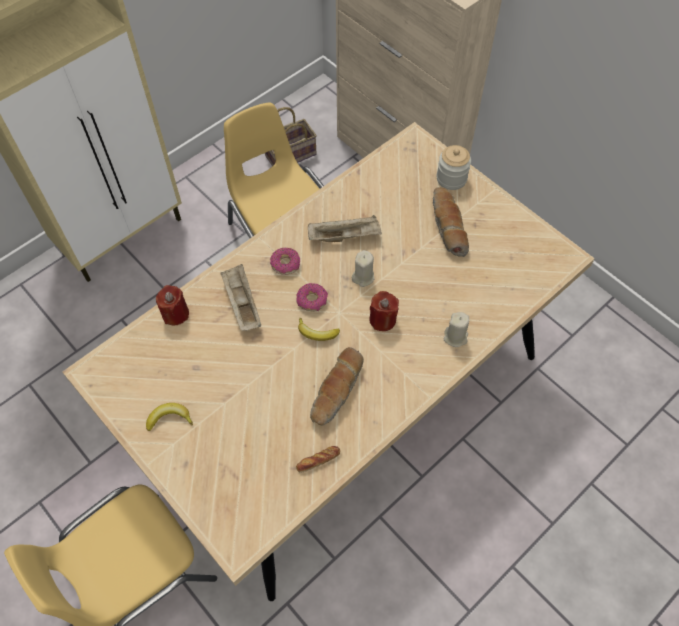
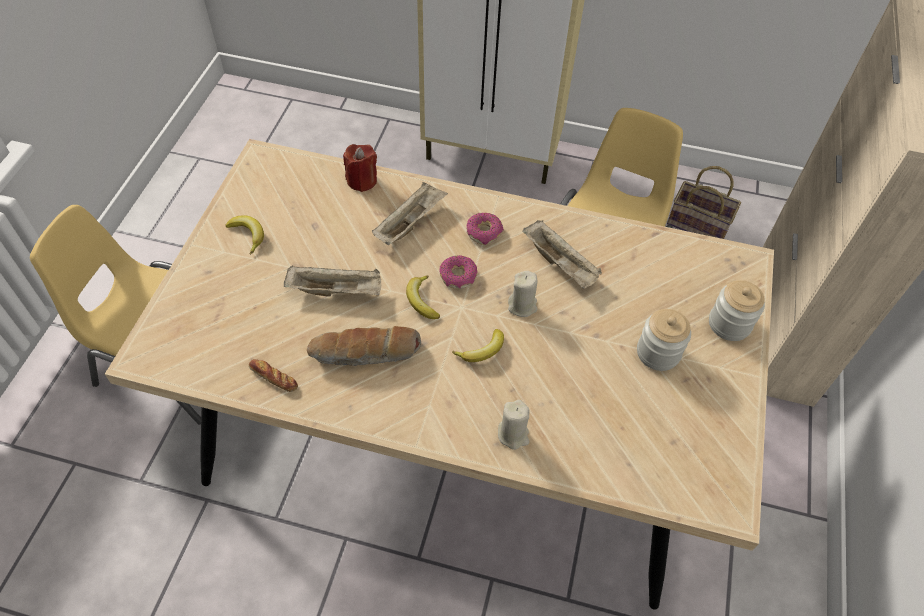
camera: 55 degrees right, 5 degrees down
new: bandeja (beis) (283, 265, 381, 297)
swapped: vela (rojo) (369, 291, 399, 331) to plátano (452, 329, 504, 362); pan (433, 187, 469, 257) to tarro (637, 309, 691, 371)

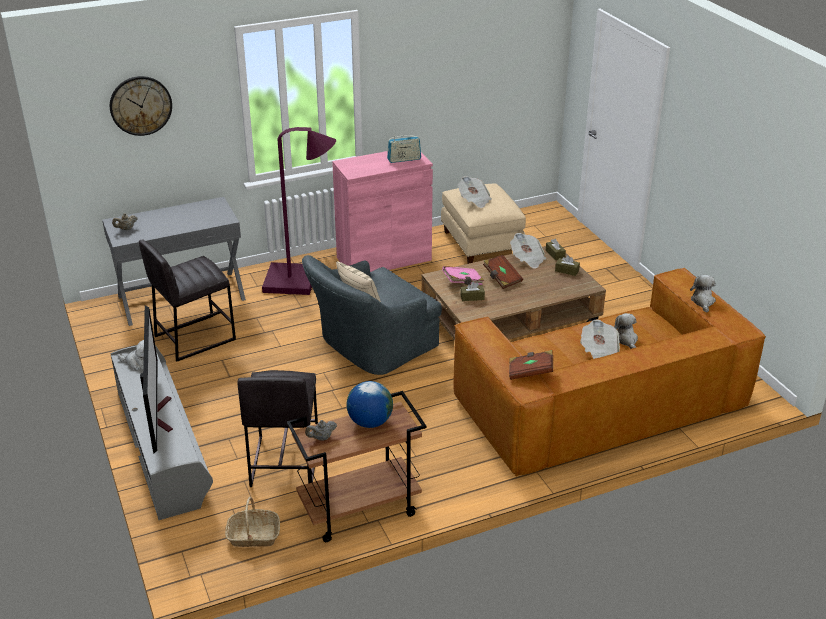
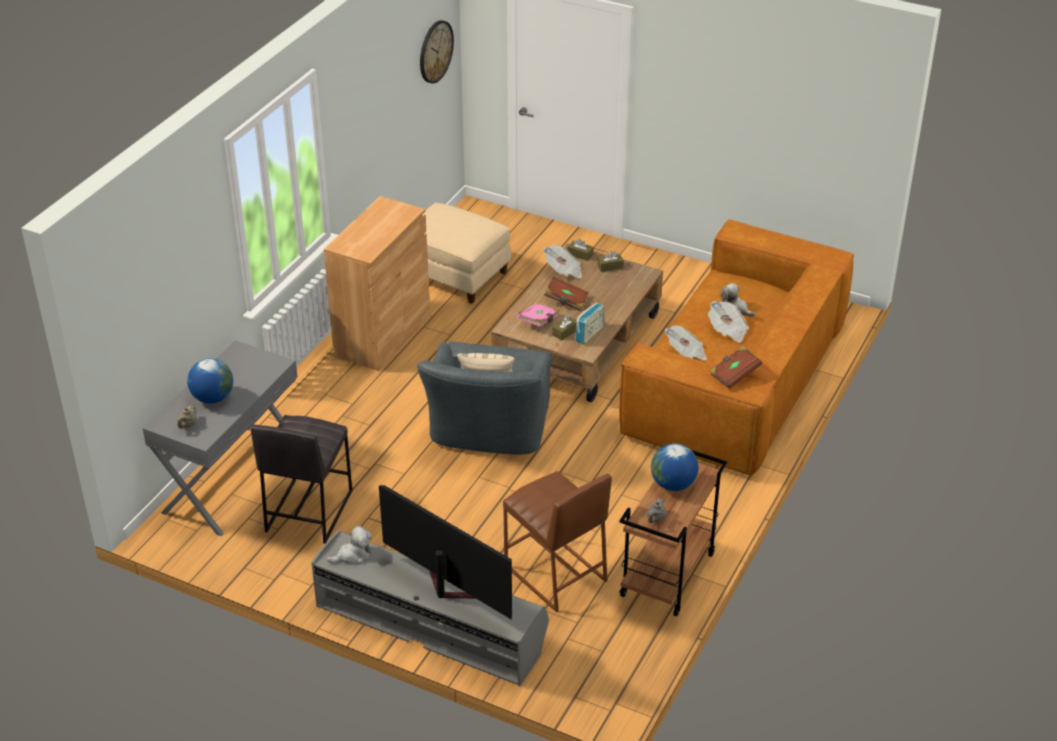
camera: 40 degrees left, 5 degrees up
gone: cesta (225, 497, 280, 547); lámpara de pie (morado) (262, 127, 336, 295); peluche (690, 275, 716, 313)
new: globo terráqueo (187, 358, 233, 404)
shifted: reloj de pared (110, 76, 172, 136) to (420, 20, 454, 83); radio (387, 135, 421, 163) to (575, 303, 605, 344); periódico (458, 176, 492, 208) to (665, 325, 707, 360)
repainted: armario (rosa) (332, 151, 433, 272) to armario (marrón) (324, 196, 430, 371); taburete (gris) (237, 370, 318, 487) to taburete (marrón) (503, 471, 612, 612)

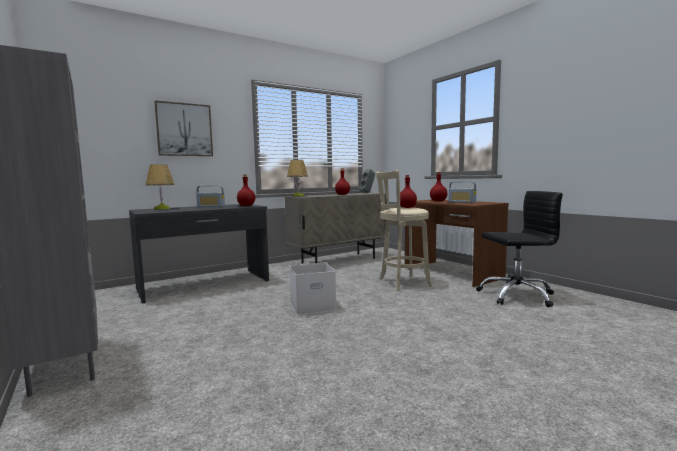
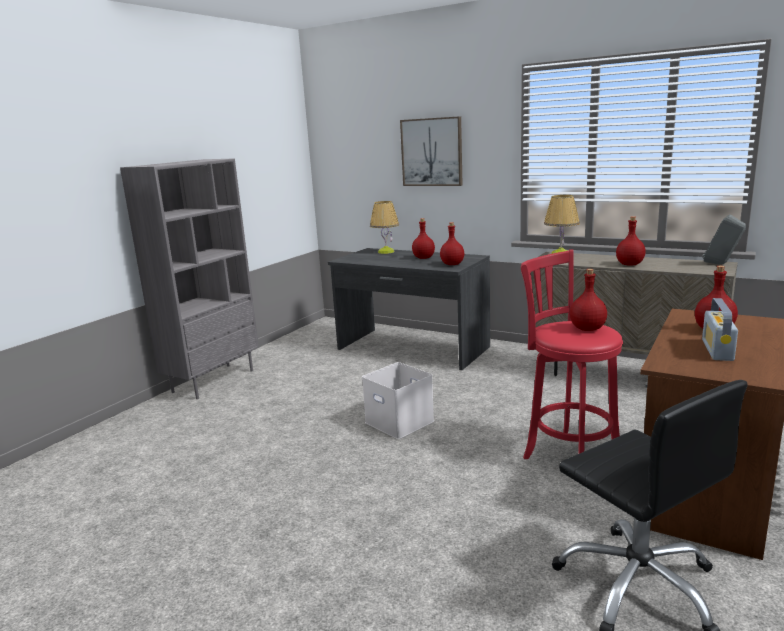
camera: 65 degrees right, 10 degrees up
swapped: radio (196, 186, 225, 207) to botella (rojo) (412, 218, 435, 259)
repainted: taburete (beis) (376, 170, 432, 291) to taburete (rojo) (521, 249, 623, 459)

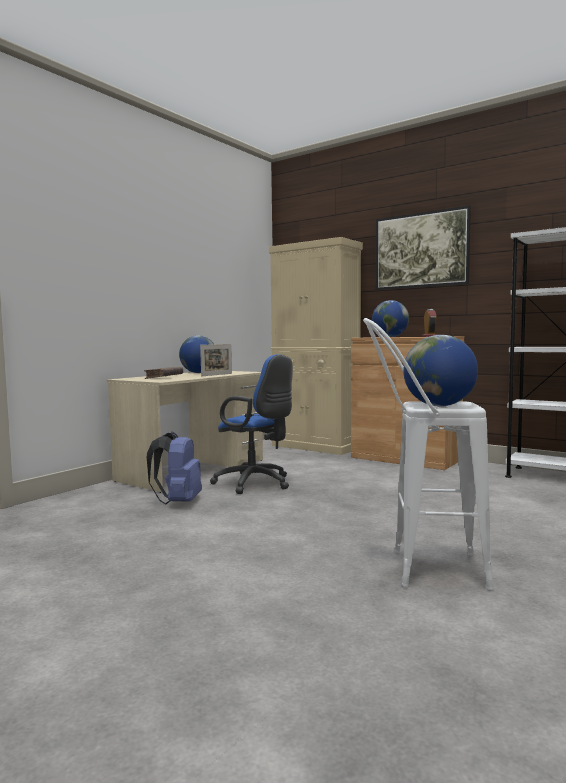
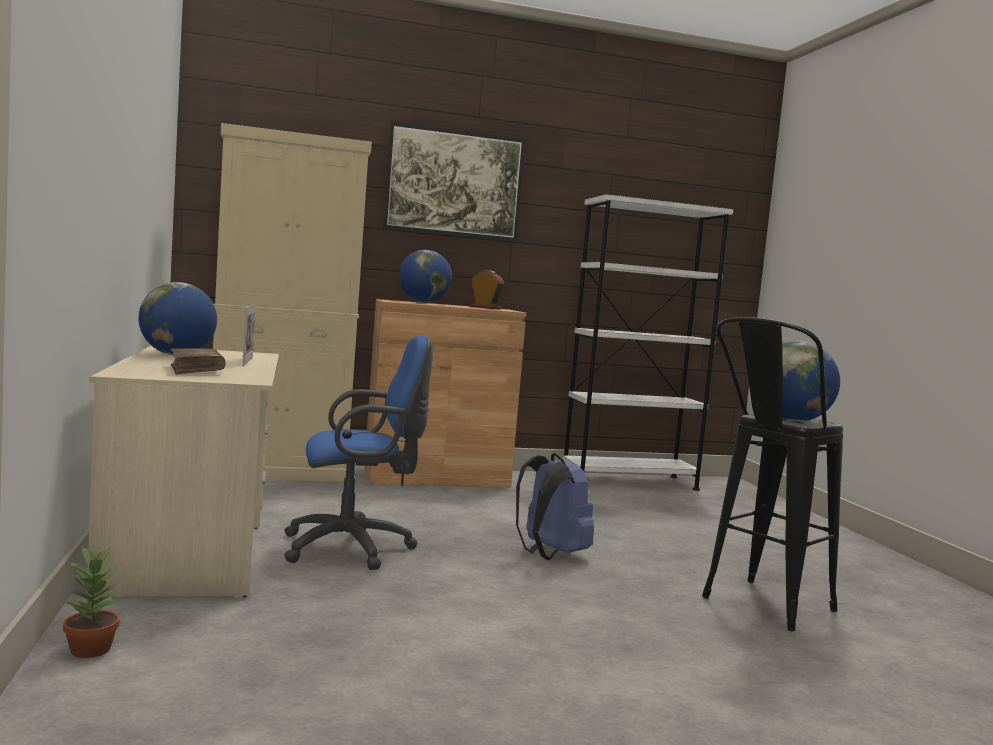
camera: 50 degrees left, 0 degrees up
new: planta en maceta (63, 546, 120, 658)
shifted: mochila (azul) (147, 431, 202, 504) to (516, 453, 594, 560)
repainted: taburete (blanco) (363, 318, 493, 590) to taburete (negro) (702, 317, 843, 631)

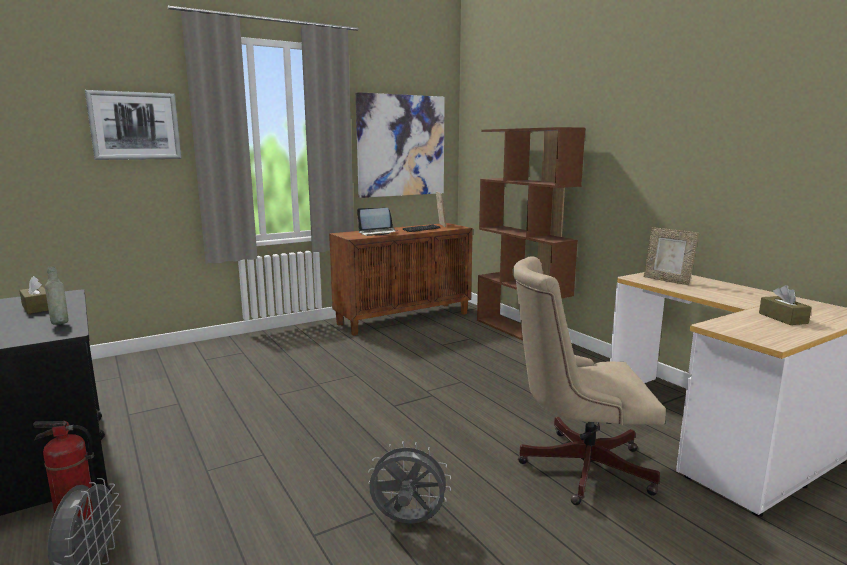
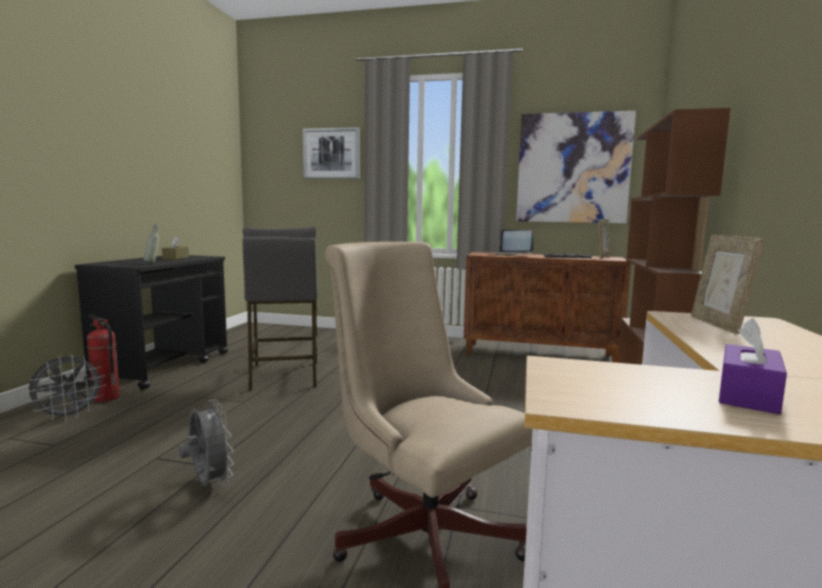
camera: 45 degrees right, 5 degrees down
new: taburete (gris) (242, 226, 318, 391)
repainted: caja de pañuelos (marrón) (759, 285, 812, 325) to caja de pañuelos (morado) (719, 318, 787, 414)

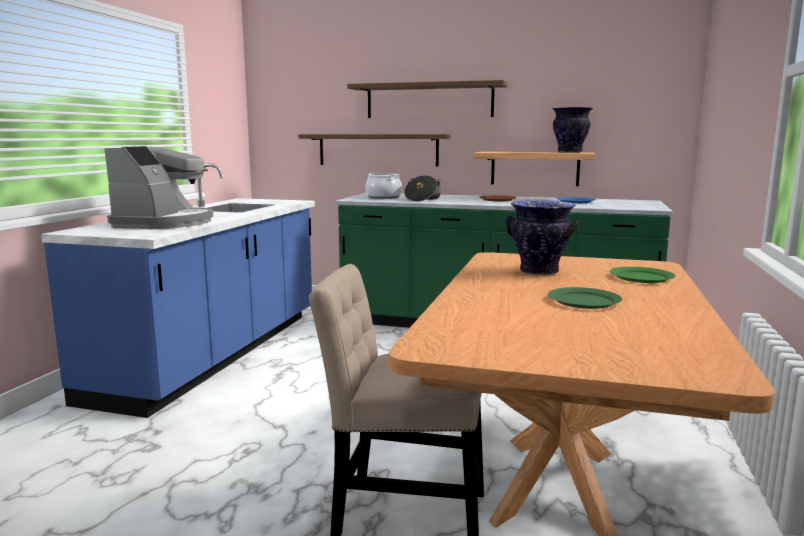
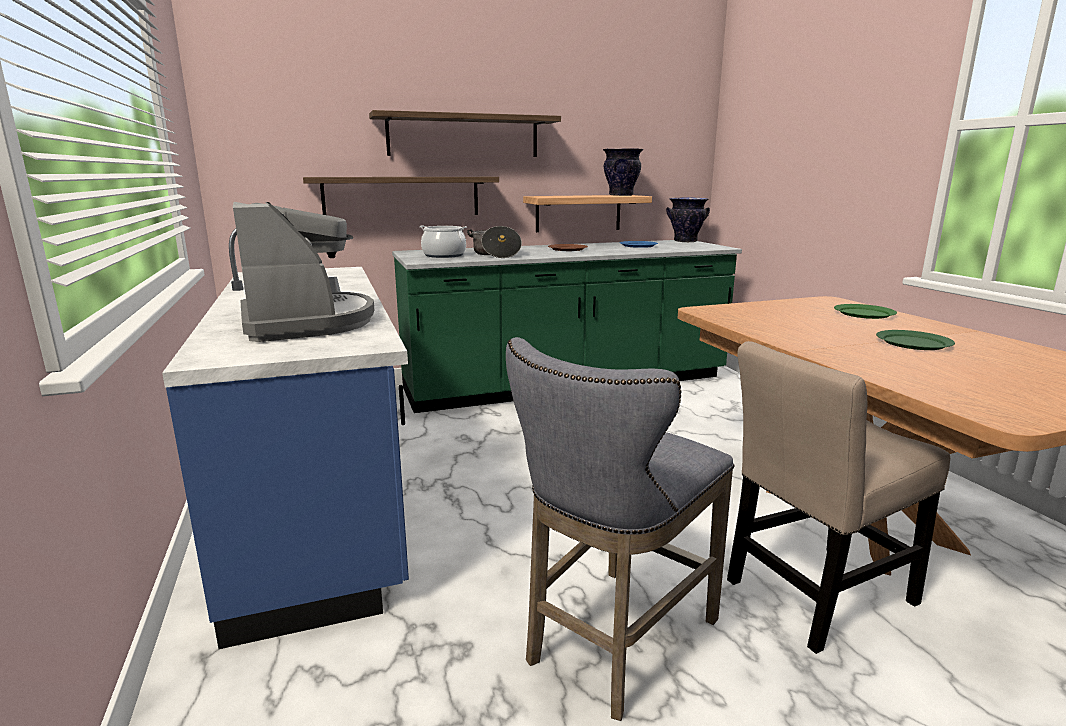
camera: 35 degrees left, 5 degrees up
new: taburete (gris) (506, 337, 735, 721)
shifted: florero (506, 200, 579, 276) to (666, 197, 710, 242)

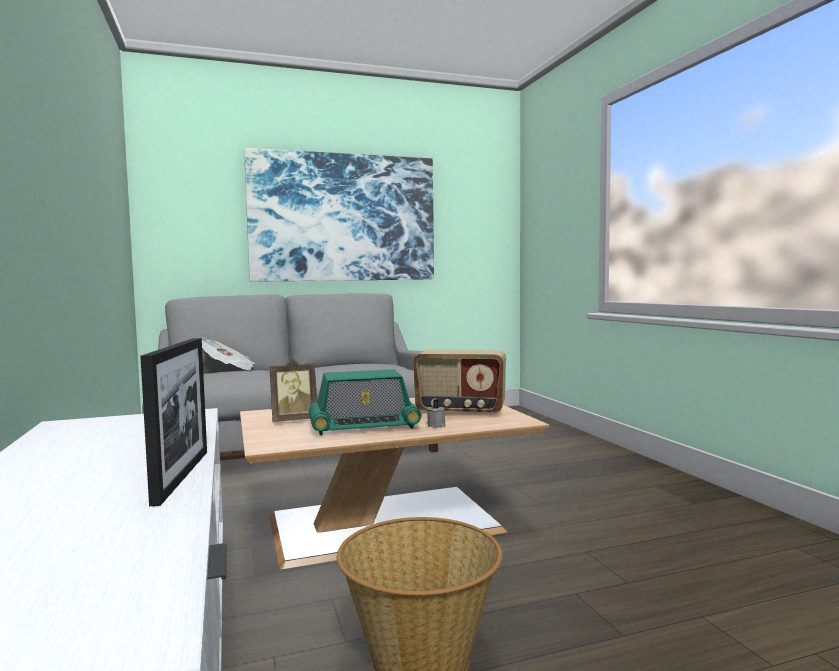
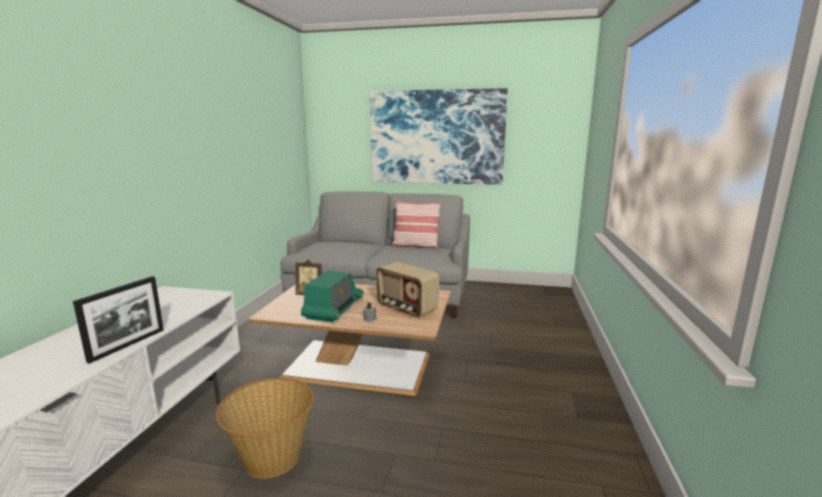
camera: 30 degrees right, 10 degrees up
gone: periódico (202, 338, 255, 370)
new: cojín (391, 200, 441, 249)
rotated: radio (309, 369, 422, 435) = (301, 271, 363, 323) 90 degrees counterclockwise

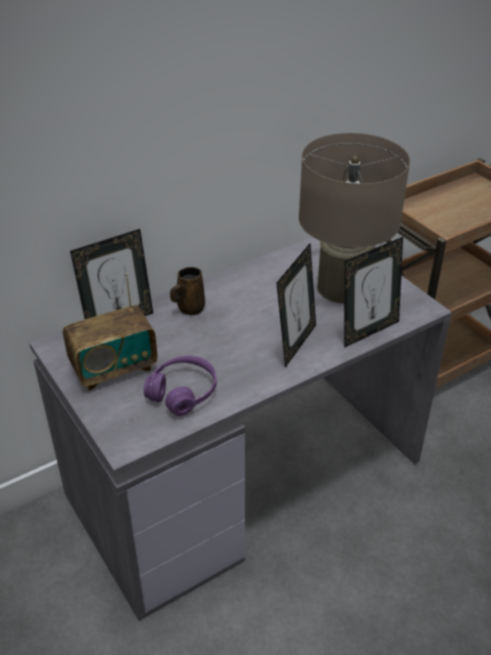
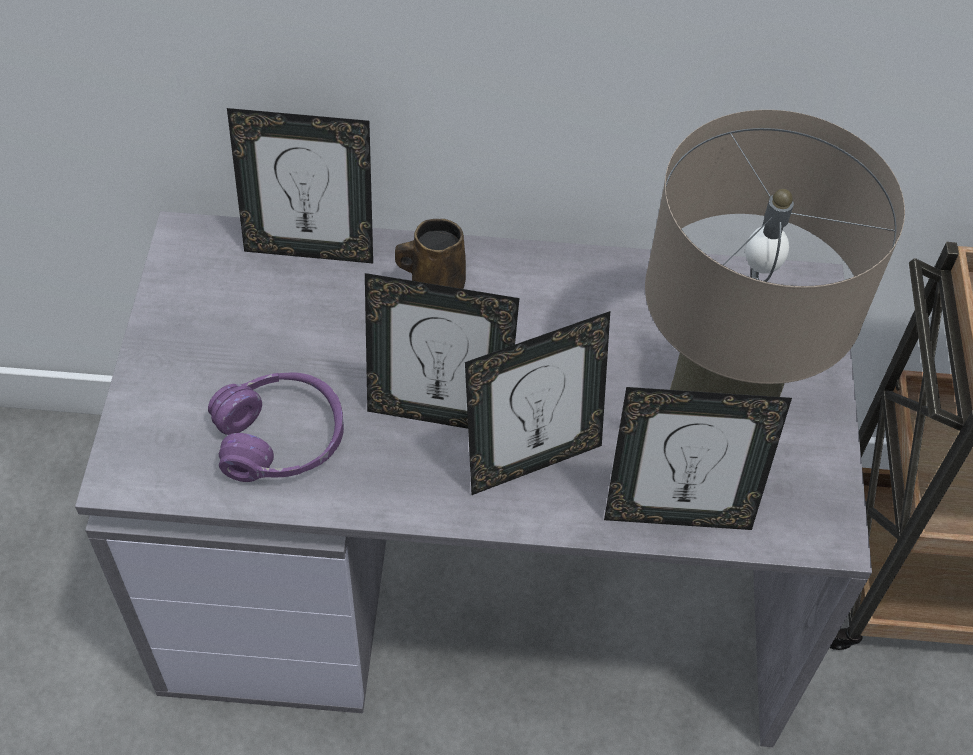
camera: 35 degrees right, 15 degrees up
gone: radio (63, 273, 158, 391)
new: portarretratos (365, 273, 519, 429)

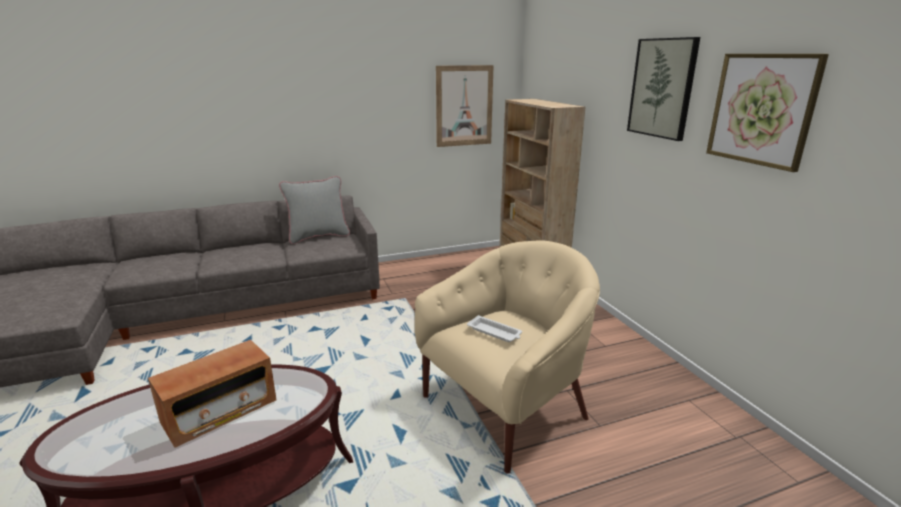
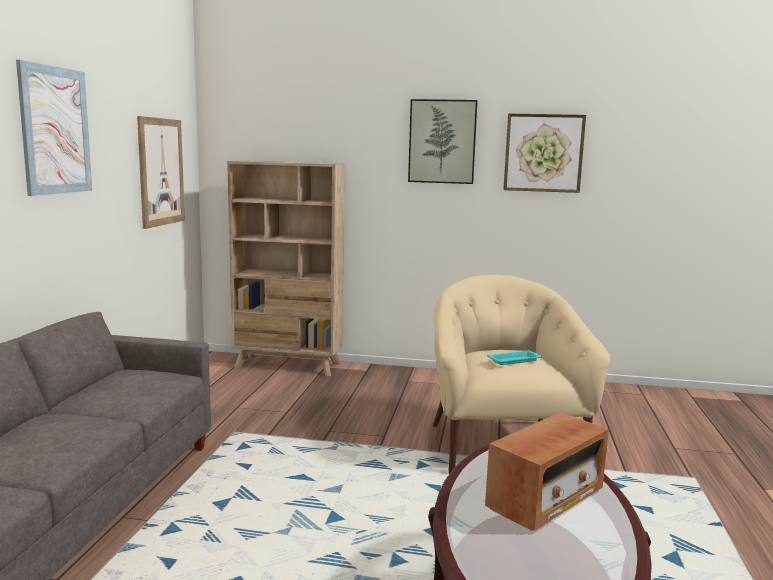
camera: 60 degrees left, 10 degrees down
gone: cojín (gris) (279, 176, 350, 244)
new: cuadro (16, 60, 92, 196)
repainted: bandeja (blanco) (467, 315, 522, 342) to bandeja (turquesa) (487, 351, 542, 365)
rotated: radio (148, 340, 277, 448) = (485, 412, 609, 531) 60 degrees clockwise

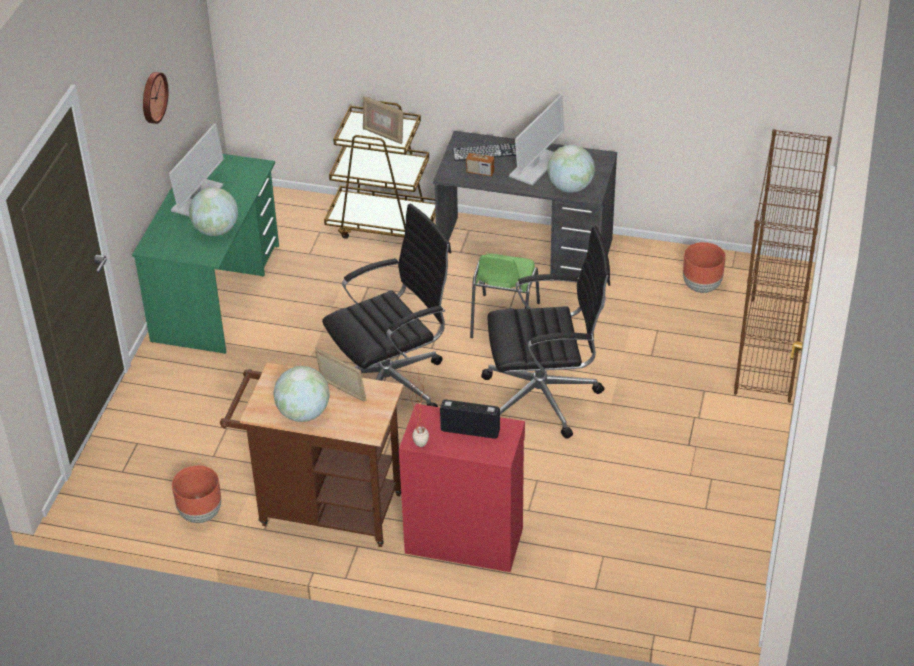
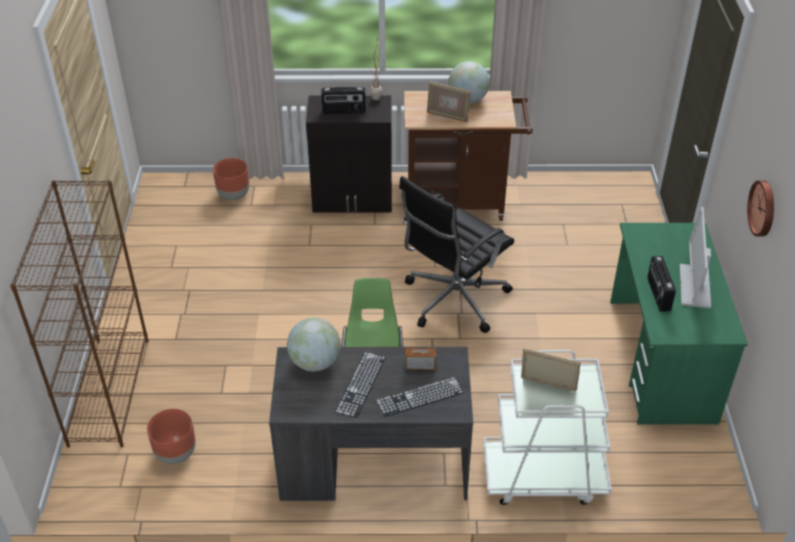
camera: 165 degrees right, 0 degrees up
gone: globo terráqueo (189, 187, 238, 236); silla de oficina (negro) (481, 226, 610, 438)
new: radio (648, 256, 676, 312)
shifted: maceta (marrón) (172, 465, 221, 523) to (213, 158, 249, 200)
swapped: monitor (509, 95, 564, 185) to teclado (335, 352, 386, 418)
repainted: armario (rojo) (399, 404, 525, 572) to armario (negro) (306, 95, 392, 213); carrito (marrón) (324, 101, 436, 239) to carrito (blanco) (483, 350, 612, 505)

